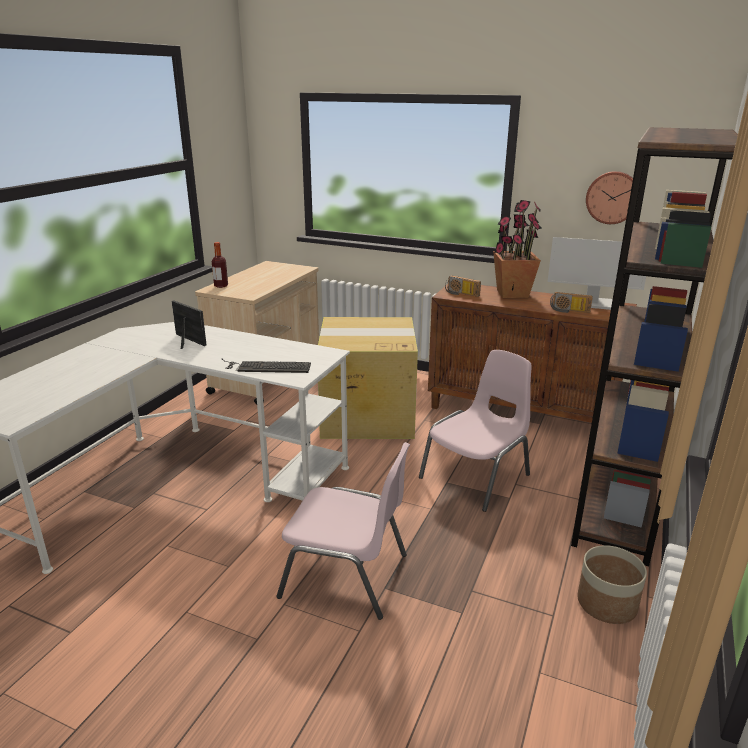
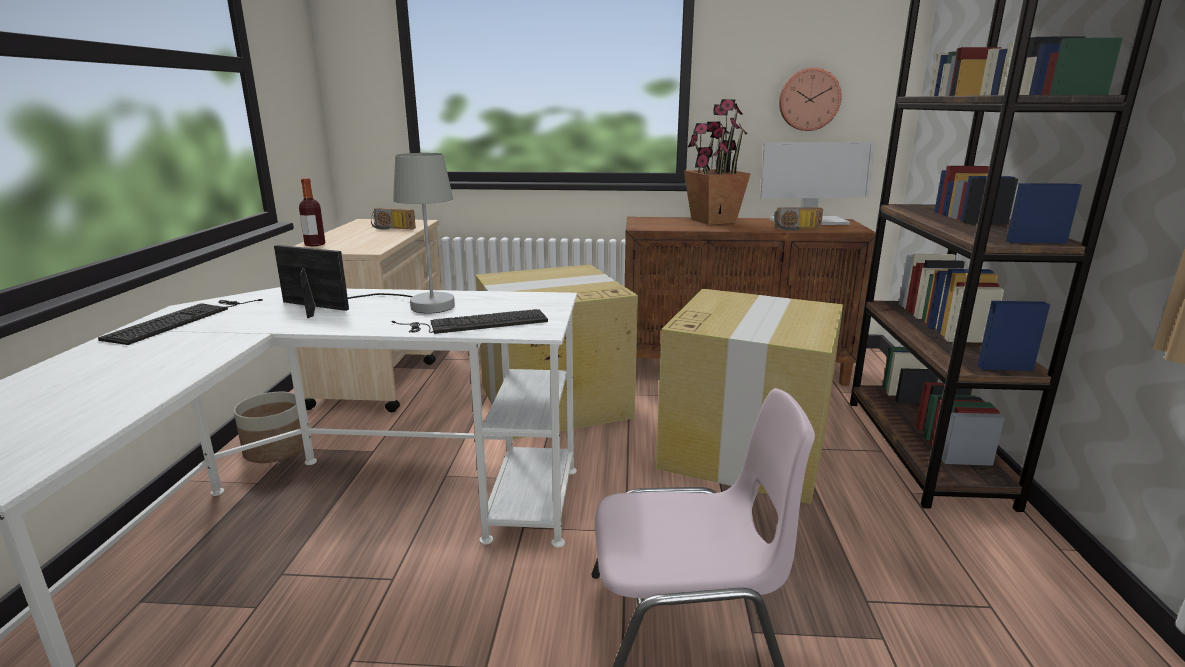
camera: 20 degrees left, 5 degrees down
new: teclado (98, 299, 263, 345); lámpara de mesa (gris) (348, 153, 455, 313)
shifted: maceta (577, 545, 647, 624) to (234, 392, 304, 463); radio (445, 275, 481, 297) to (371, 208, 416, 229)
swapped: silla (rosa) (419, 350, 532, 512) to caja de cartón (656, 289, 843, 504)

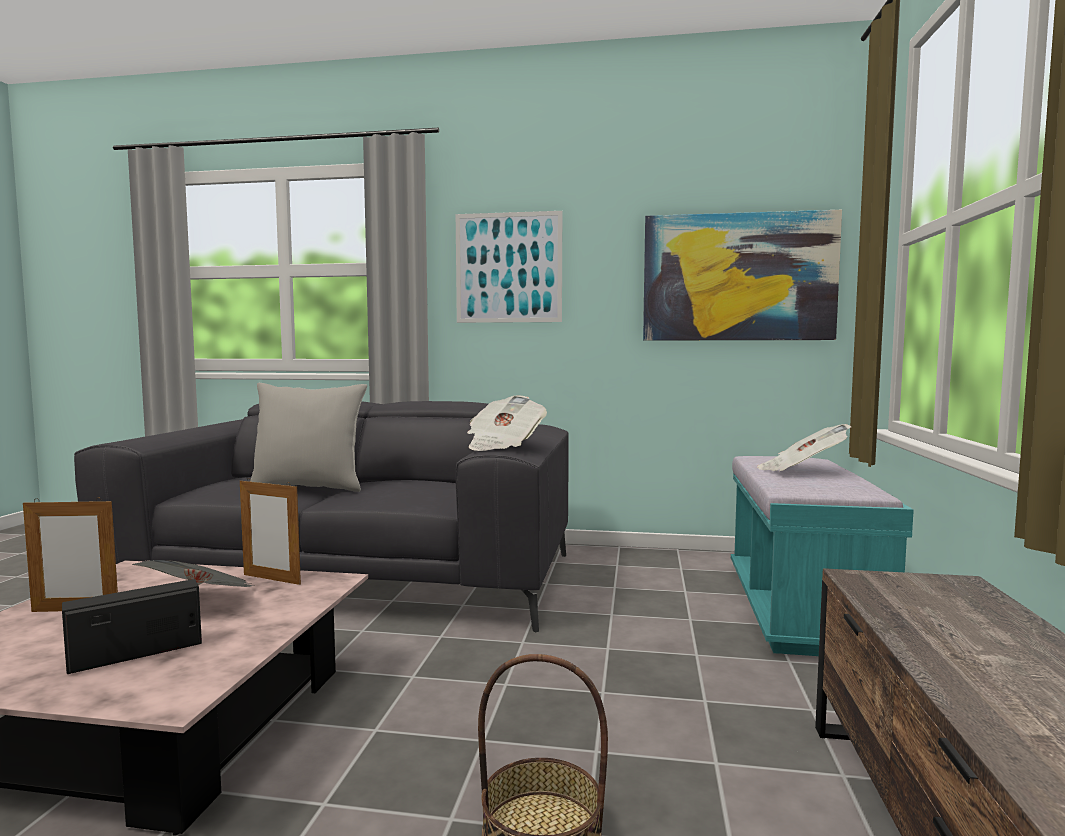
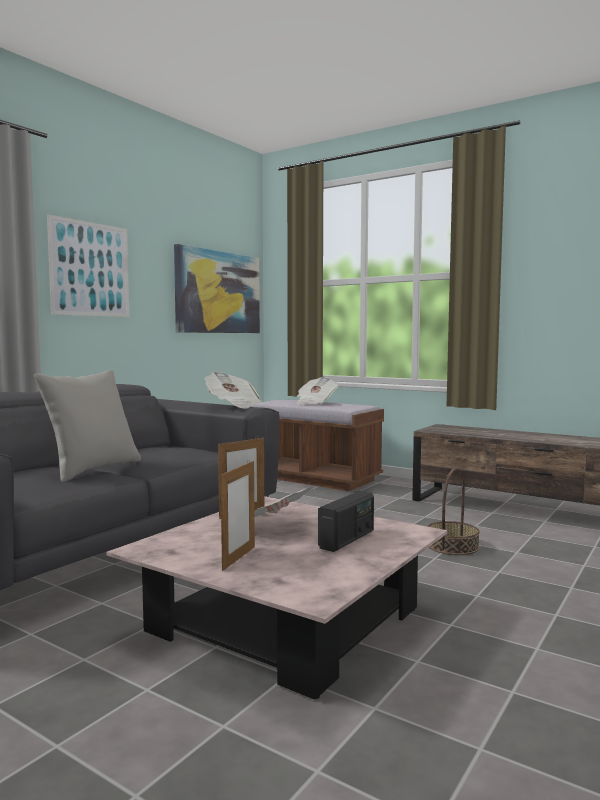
camera: 65 degrees left, 0 degrees up
repainted: banco (turquesa) (731, 456, 914, 656) to banco (marrón) (251, 400, 384, 491)
rotated: radio (62, 579, 202, 674) = (318, 491, 374, 552) 135 degrees counterclockwise

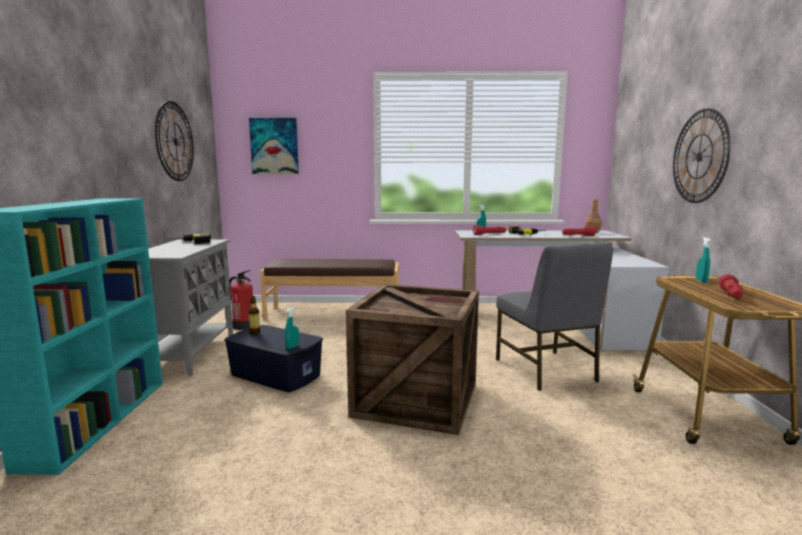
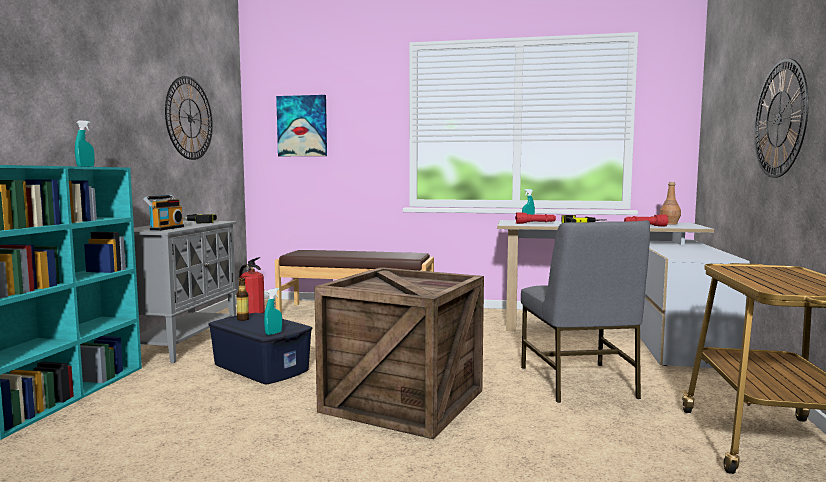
camera: 10 degrees right, 5 degrees down
gone: linterna (rojo) (718, 274, 743, 299)
new: radio (143, 195, 184, 231)
shifted: pulverizador (turquesa) (696, 237, 710, 283) to (75, 120, 94, 167)

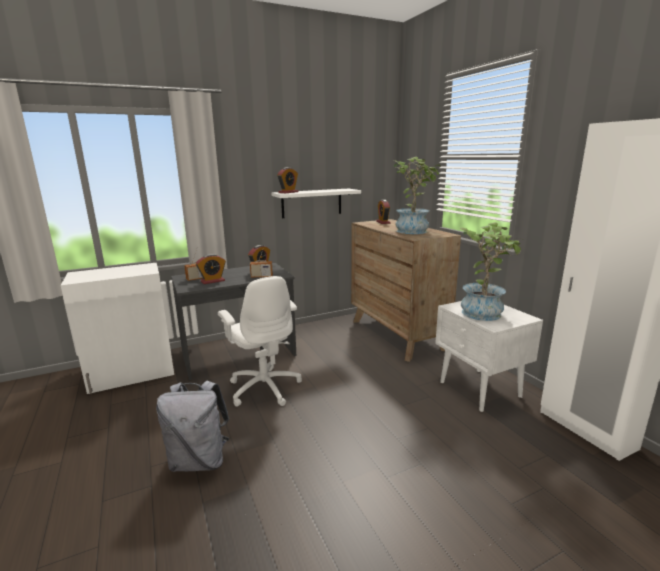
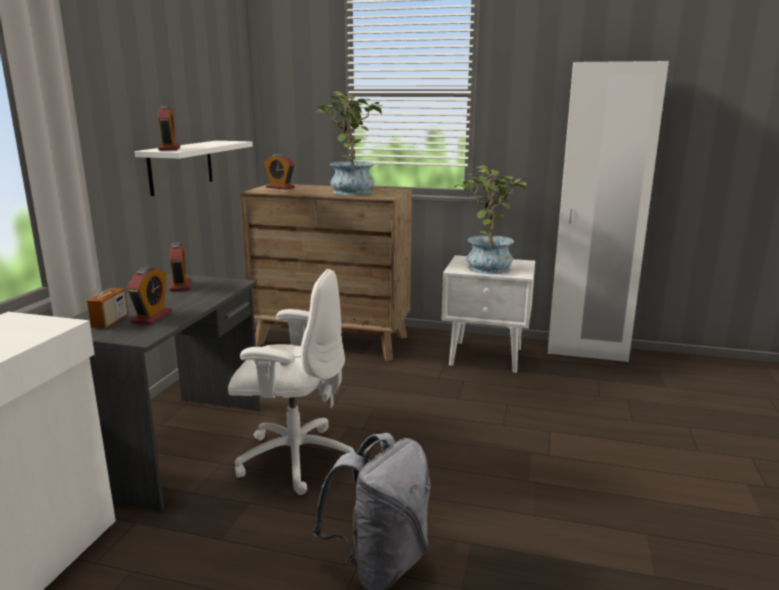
camera: 50 degrees left, 0 degrees up
gone: radio (250, 245, 273, 277)

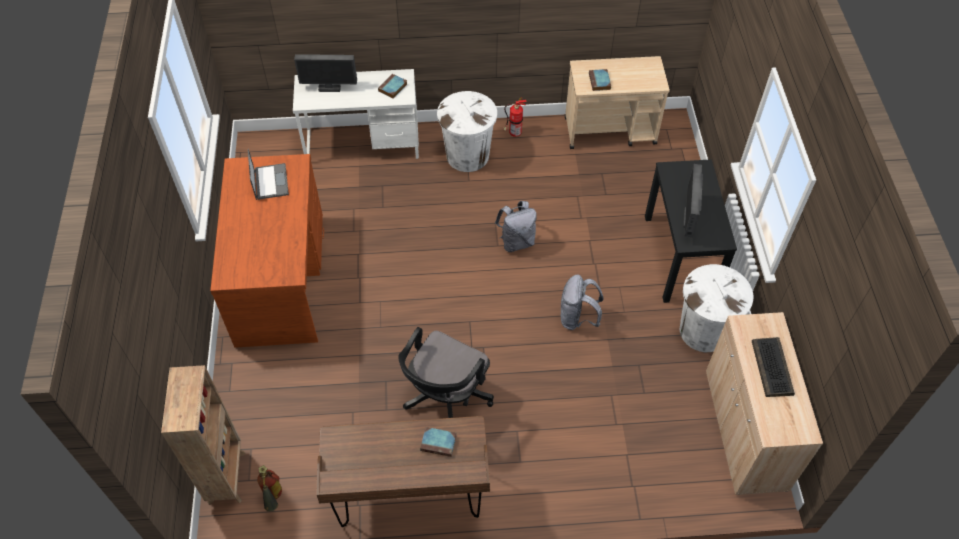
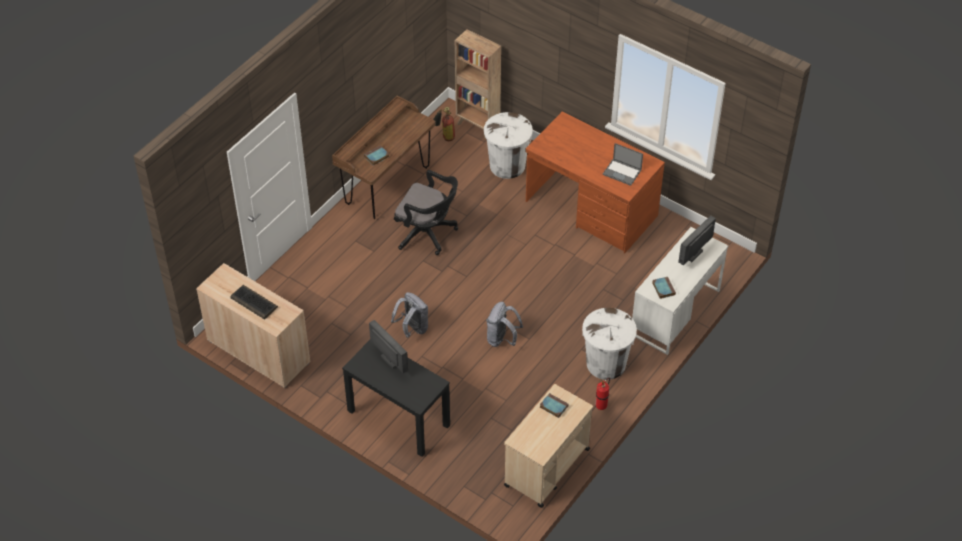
camera: 130 degrees right, 5 degrees down
shifted: papelera (blanco) (680, 264, 753, 352) to (484, 112, 533, 179)
rotated: silla de oficina (negro) (398, 327, 494, 418) = (394, 170, 458, 255) 135 degrees clockwise

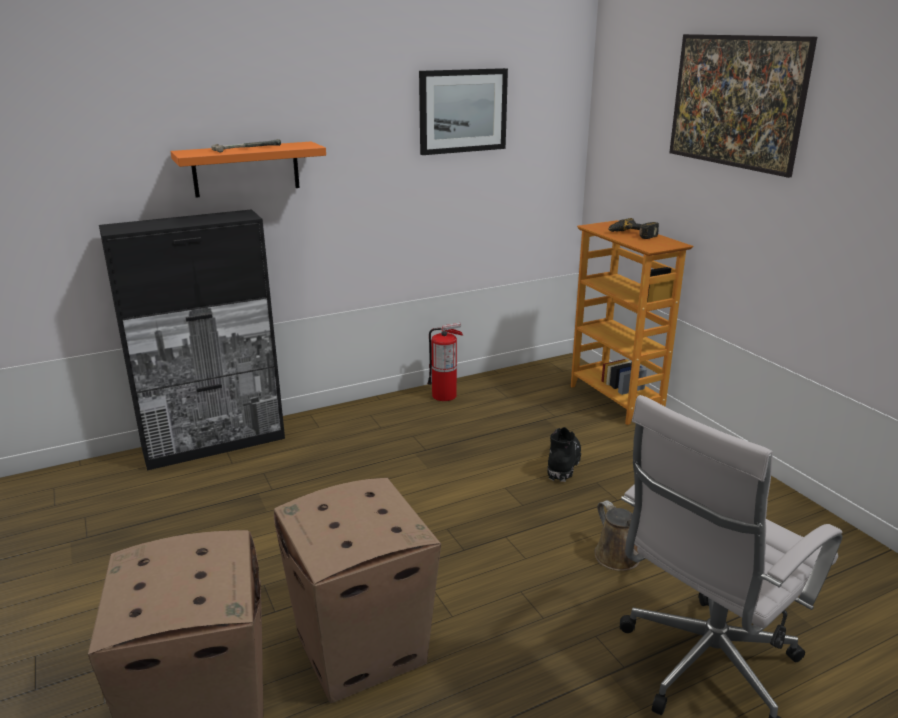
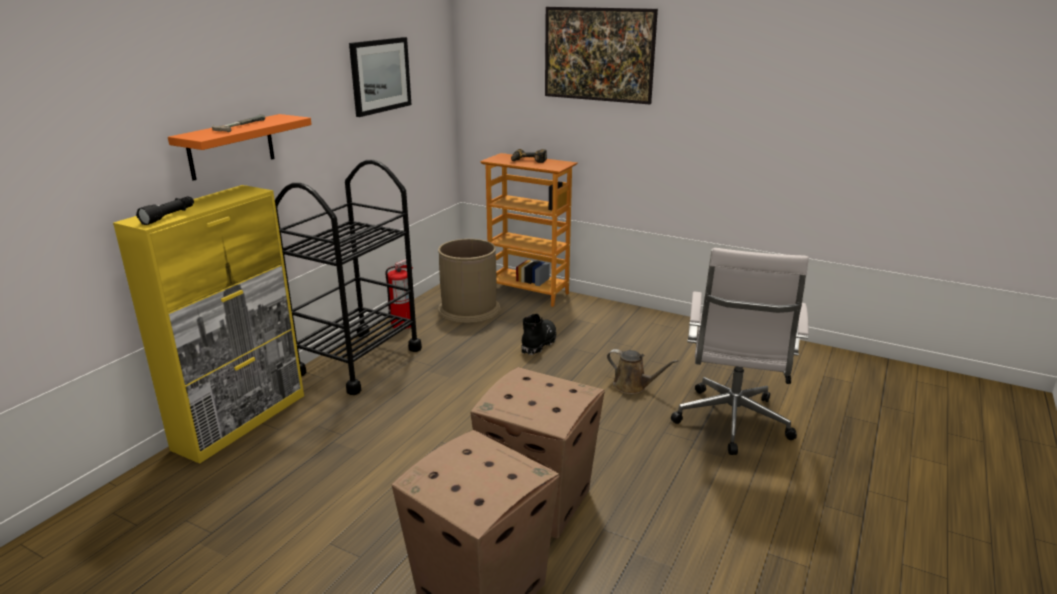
camera: 35 degrees left, 0 degrees up
new: linterna (negro) (136, 196, 194, 225); carrito (negro) (275, 160, 422, 395); papelera (marrón) (438, 239, 501, 323)
repainted: armario (negro) (99, 209, 285, 471) to armario (amarillo) (113, 185, 304, 464)
rotated: bota (negro) (547, 427, 581, 482) = (521, 314, 557, 355) 45 degrees clockwise

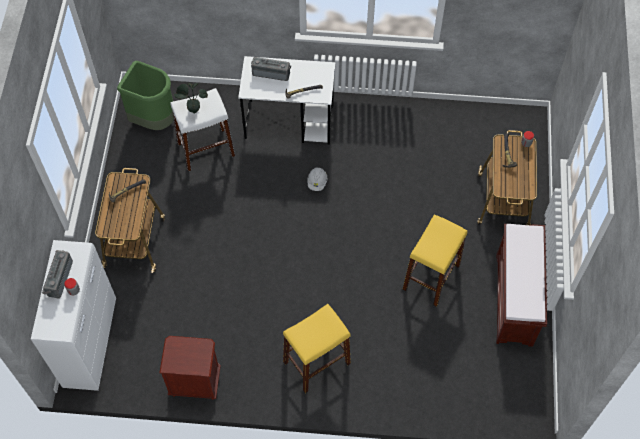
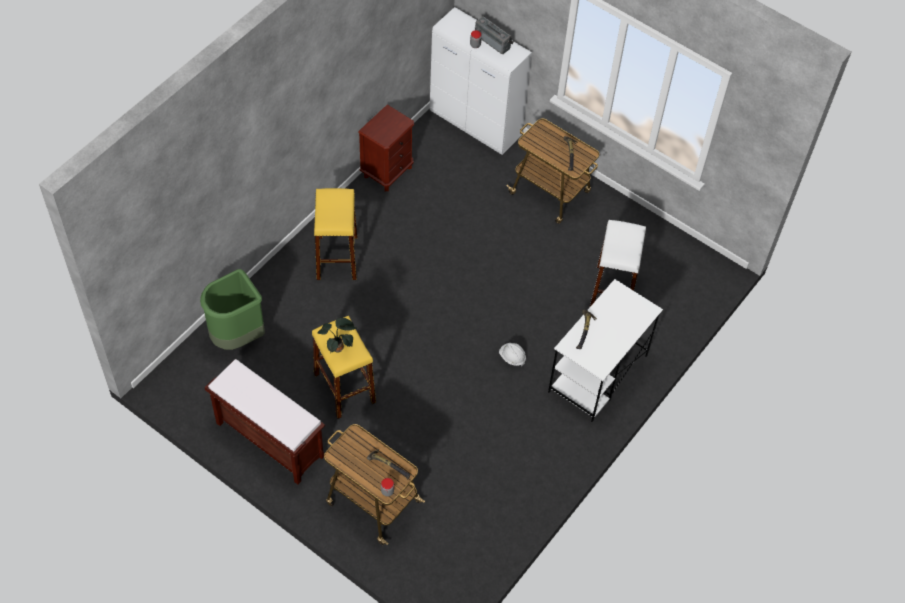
camera: 120 degrees right, 5 degrees down
gone: radio (251, 57, 291, 81)
shifted: papelera (verde) (117, 61, 174, 130) to (200, 269, 265, 350); planta en maceta (174, 83, 208, 113) to (318, 318, 357, 353)

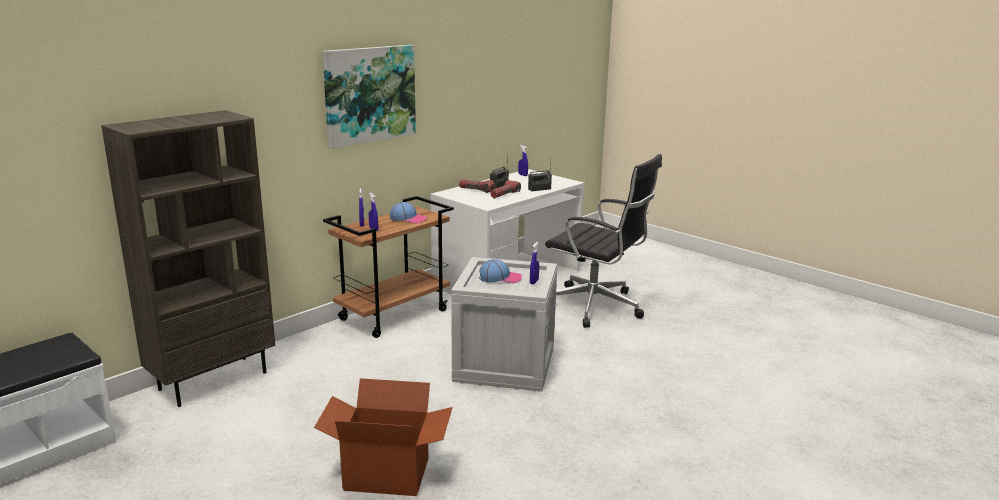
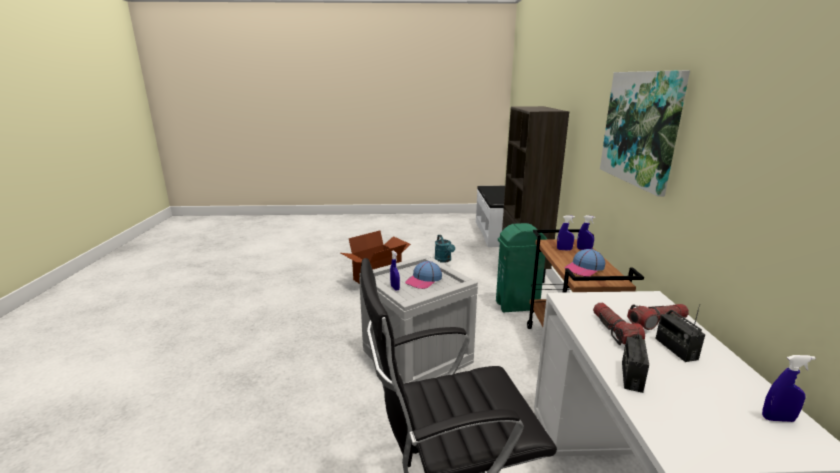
camera: 135 degrees right, 0 degrees up
new: regadera (turquesa) (435, 235, 455, 263); papelera (verde) (496, 223, 548, 312)

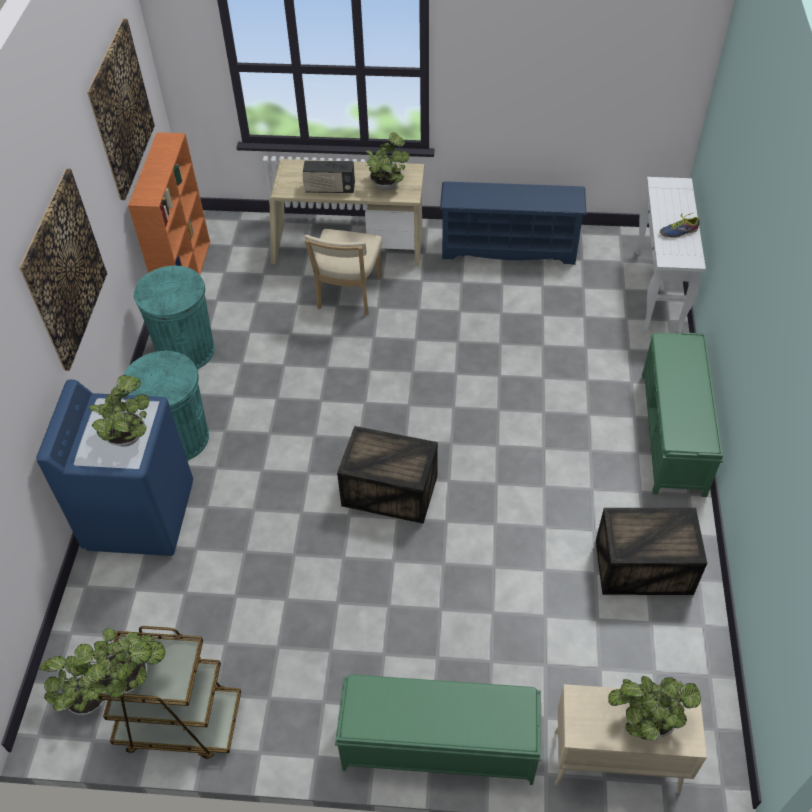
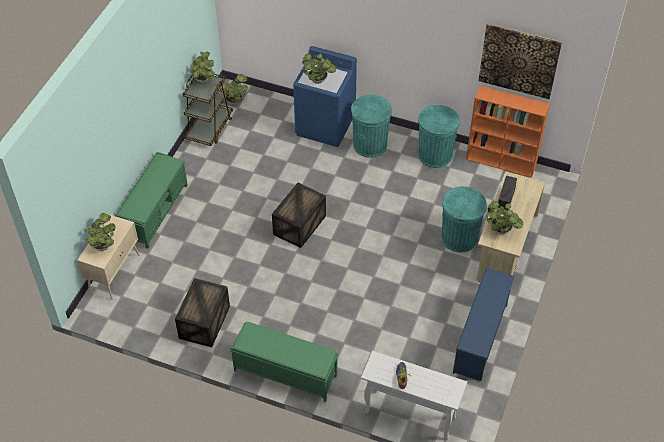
camera: 105 degrees right, 0 degrees up
gone: cuadro (19, 169, 107, 371)
swapped: silla (beis) (304, 229, 382, 316) to papelera (turquesa) (441, 186, 487, 252)

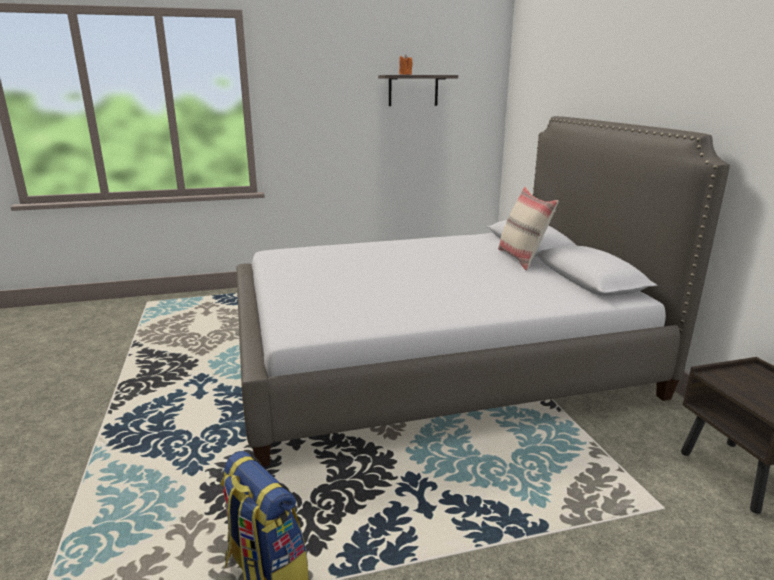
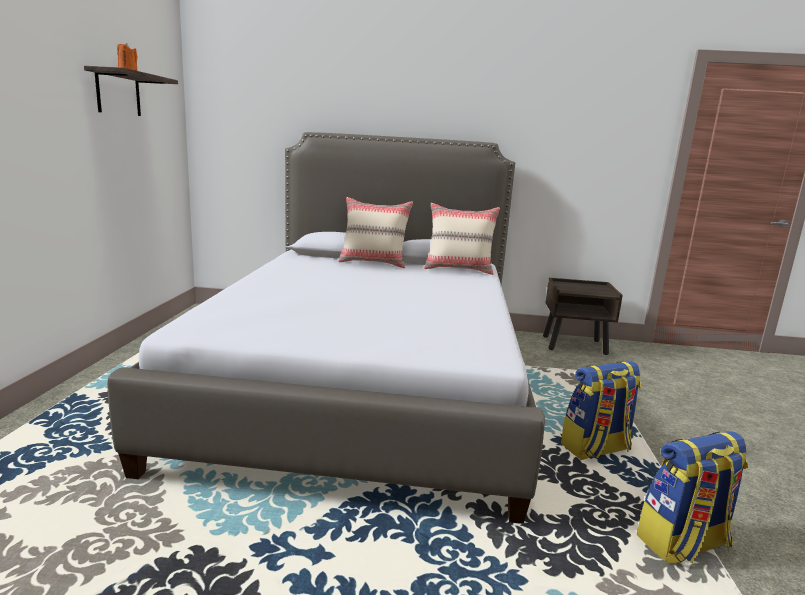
camera: 70 degrees left, 5 degrees down
new: cojín (beis) (424, 203, 500, 275); mochila (561, 361, 641, 460)

